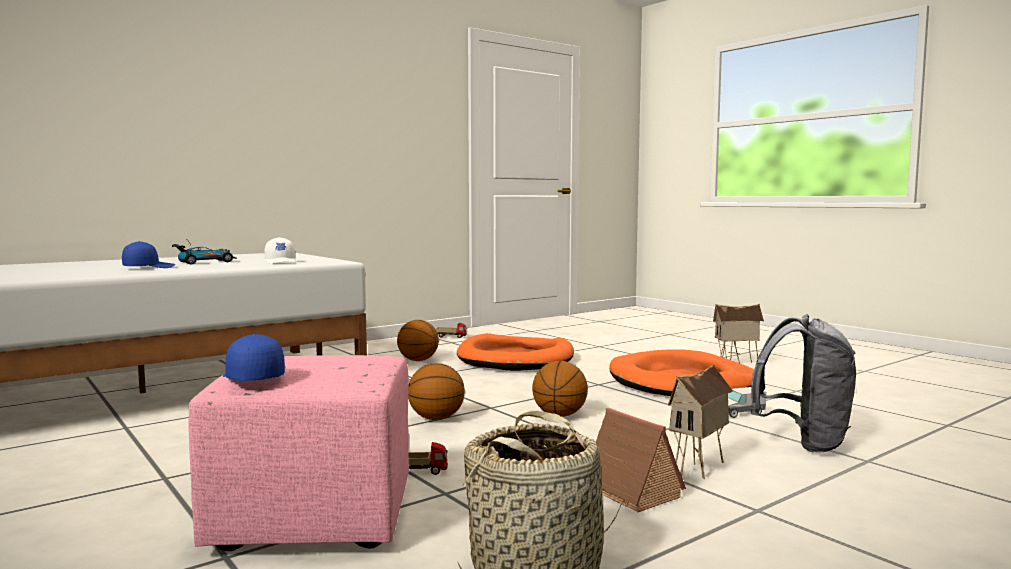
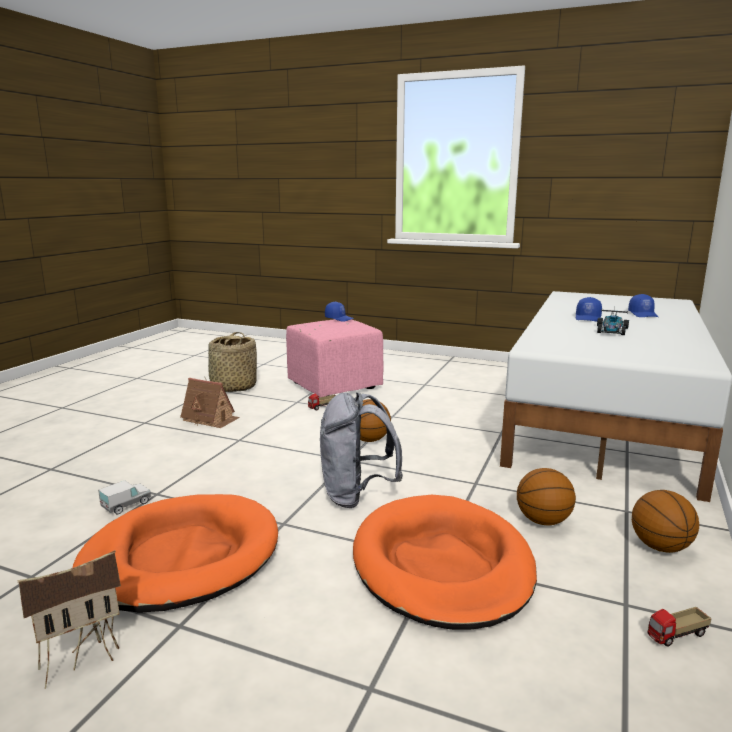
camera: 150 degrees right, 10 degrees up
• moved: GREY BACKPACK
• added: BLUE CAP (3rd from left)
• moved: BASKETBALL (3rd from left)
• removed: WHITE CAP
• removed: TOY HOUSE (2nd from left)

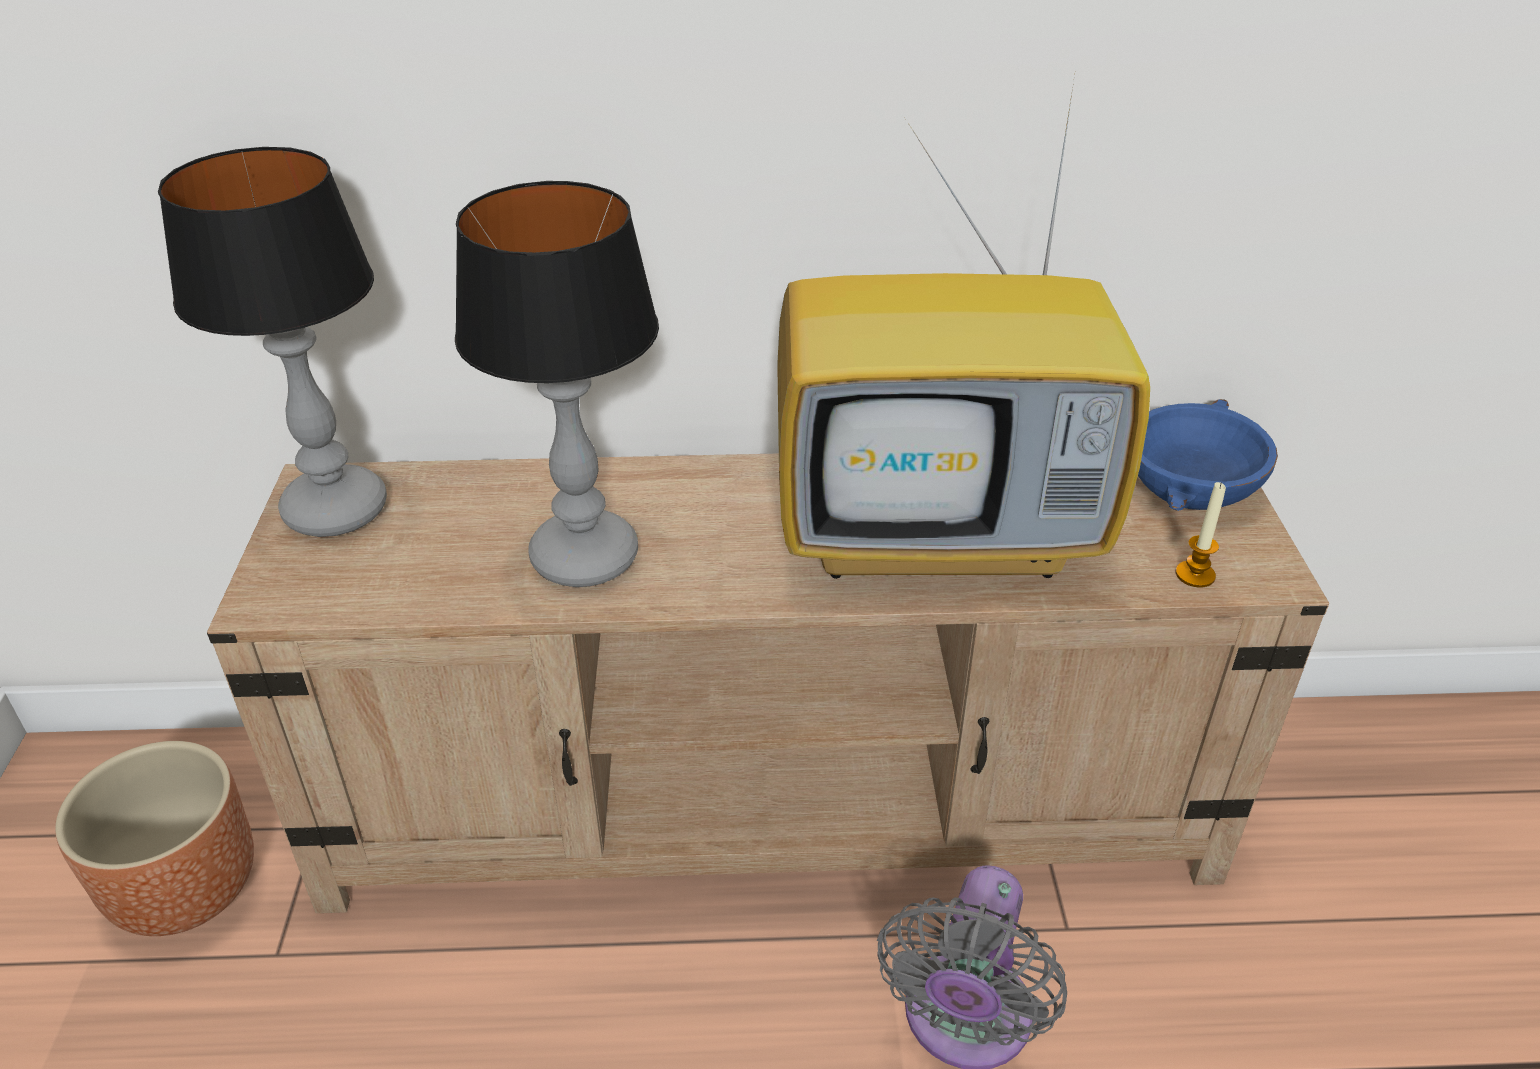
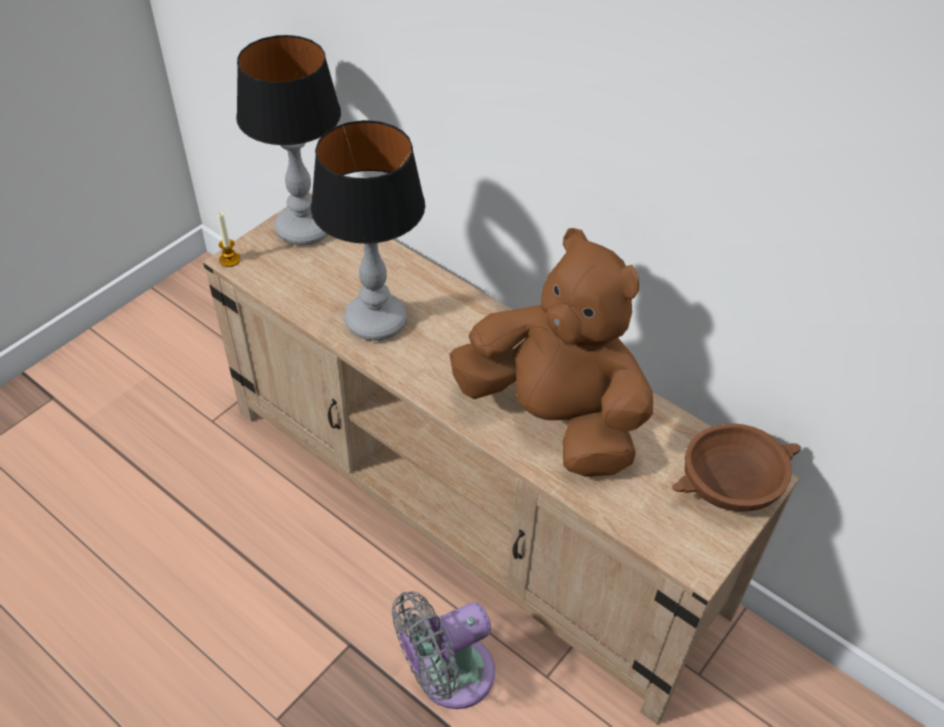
camera: 40 degrees right, 10 degrees up
• moved: CANDLE
• replaced: TELEVISION to BROWN PLUSH TOY
• recoloured: BLUE BOWL to BROWN BOWL
• removed: BROWN PLANTER

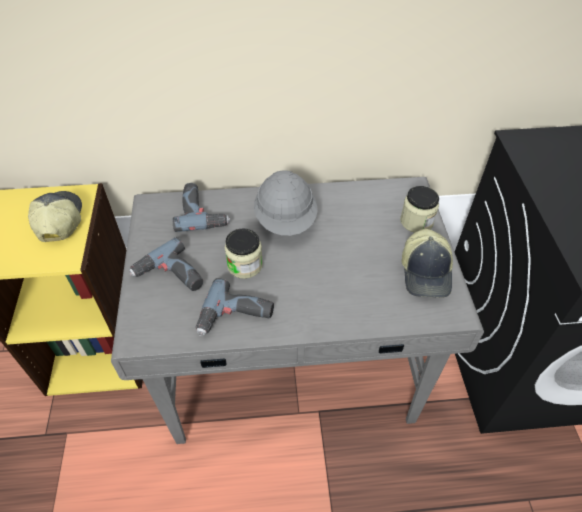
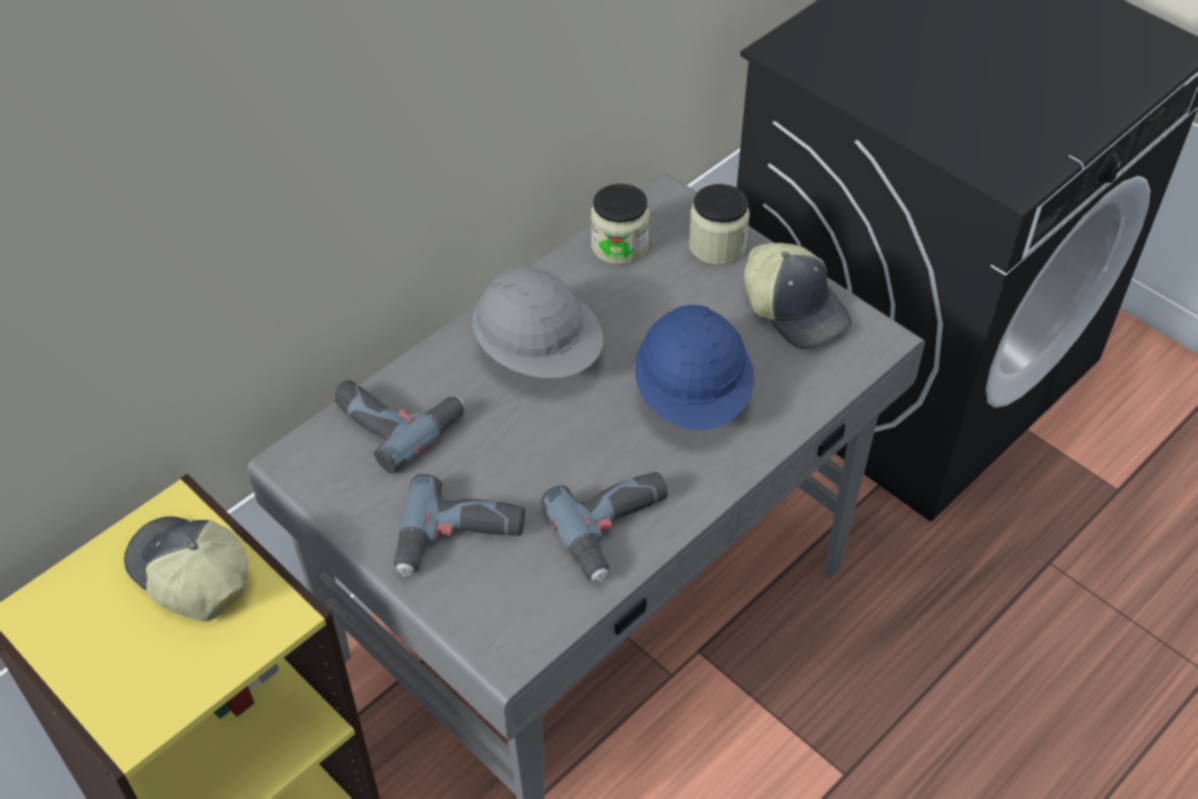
camera: 40 degrees left, 0 degrees up
• moved: JAR (1st from left)
• added: BLUE HARD HAT

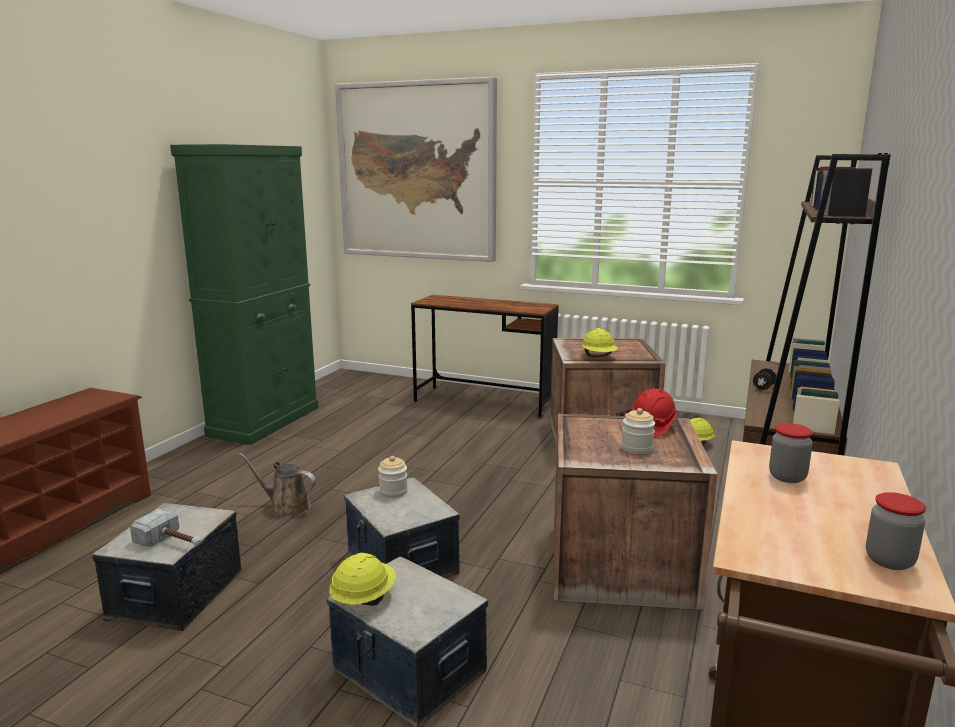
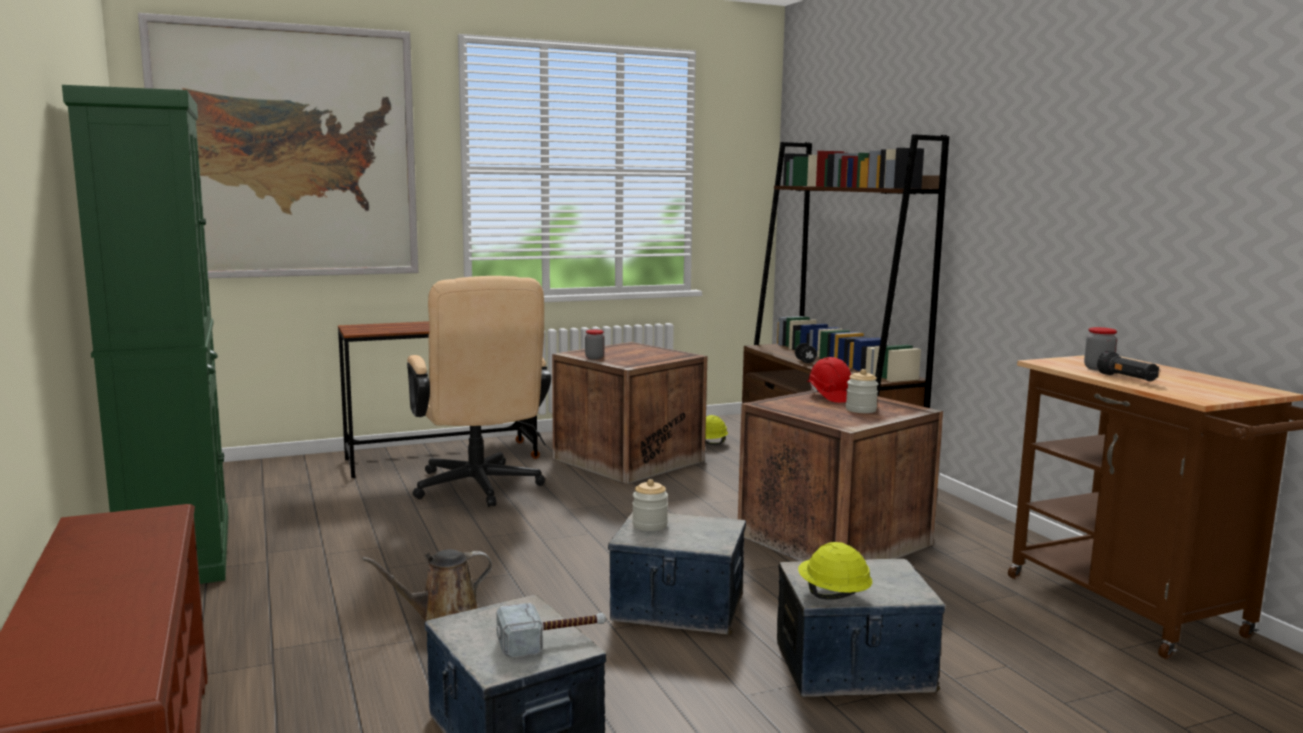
camera: 45 degrees left, 5 degrees down
• added: BEIGE OFFICE CHAIR
• moved: JAR (4th from left in the first image) to JAR (1st from left)
• added: BLACK FLASHLIGHT
• removed: YELLOW HARD HAT (2nd from left)

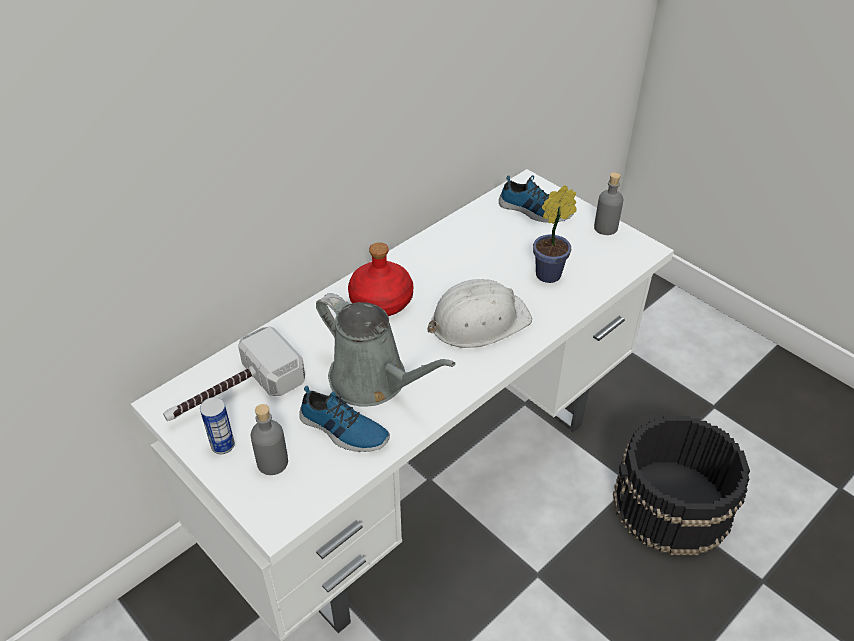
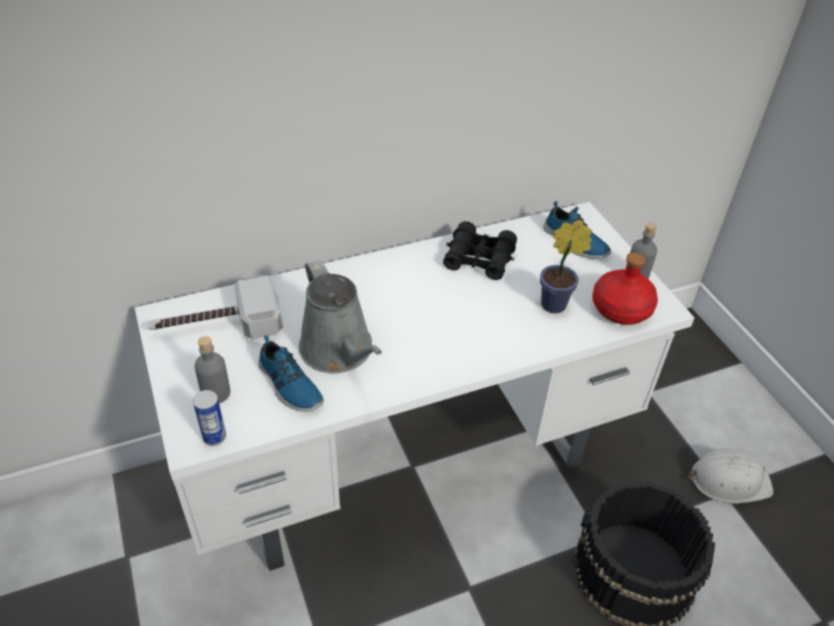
camera: 20 degrees right, 0 degrees up
• moved: CAN
• added: BLACK BINOCULARS
• moved: RED BOTTLE
• moved: WHITE HARD HAT

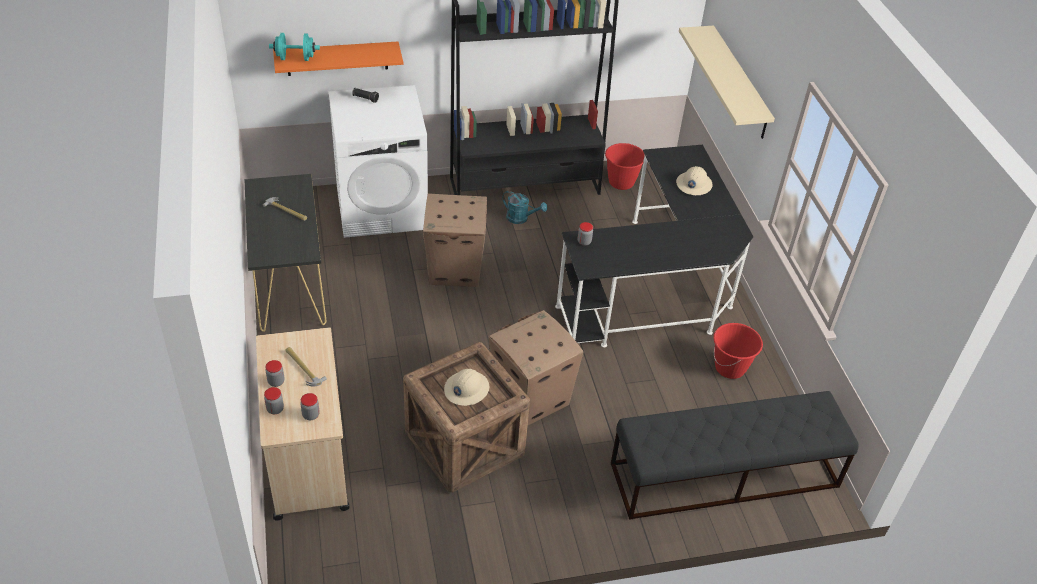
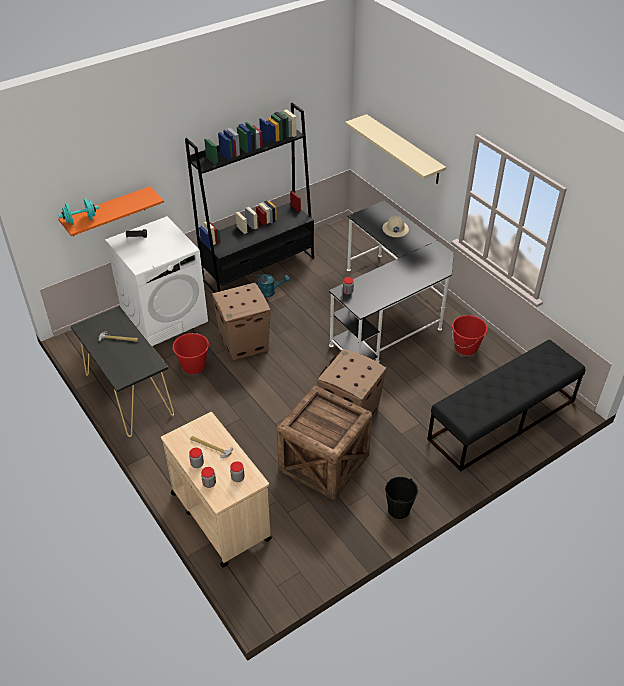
camera: 20 degrees left, 0 degrees up
• moved: RED BUCKET (1st from left)
• added: BLACK BUCKET
• removed: BEIGE HARD HAT (1st from left)

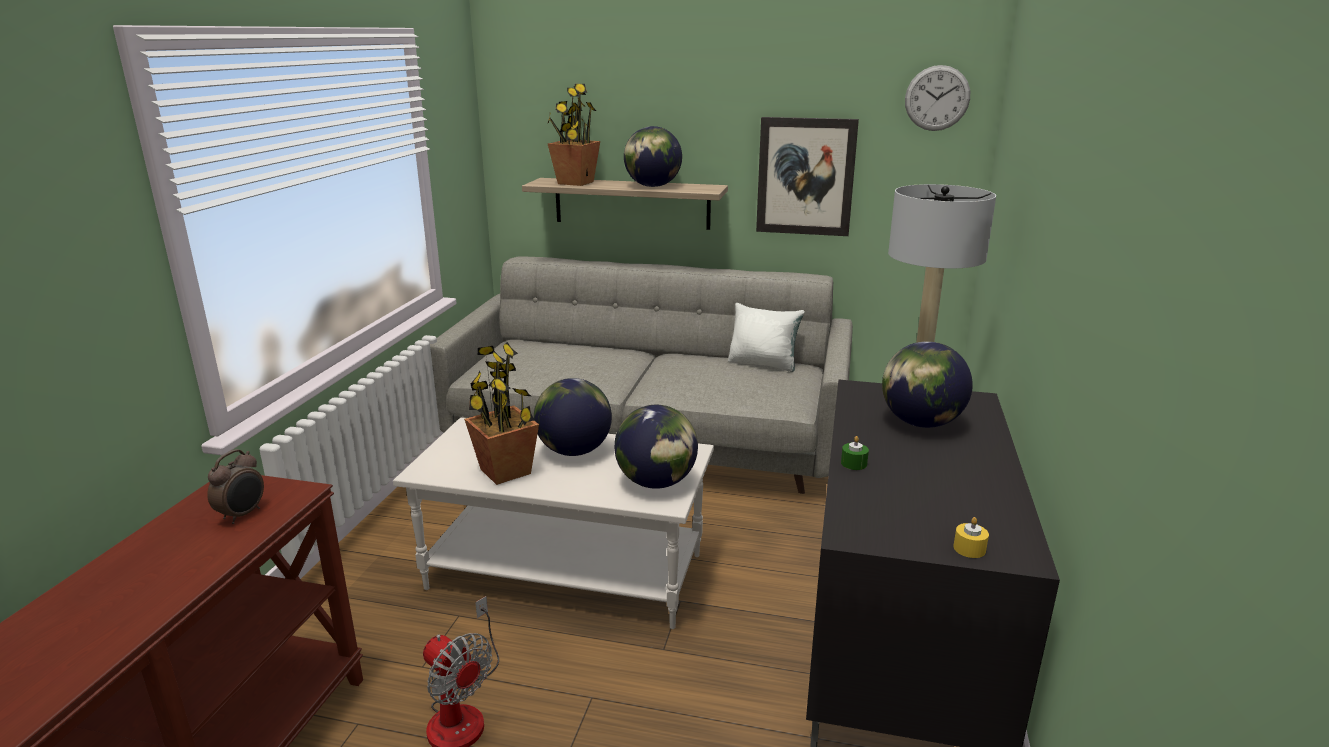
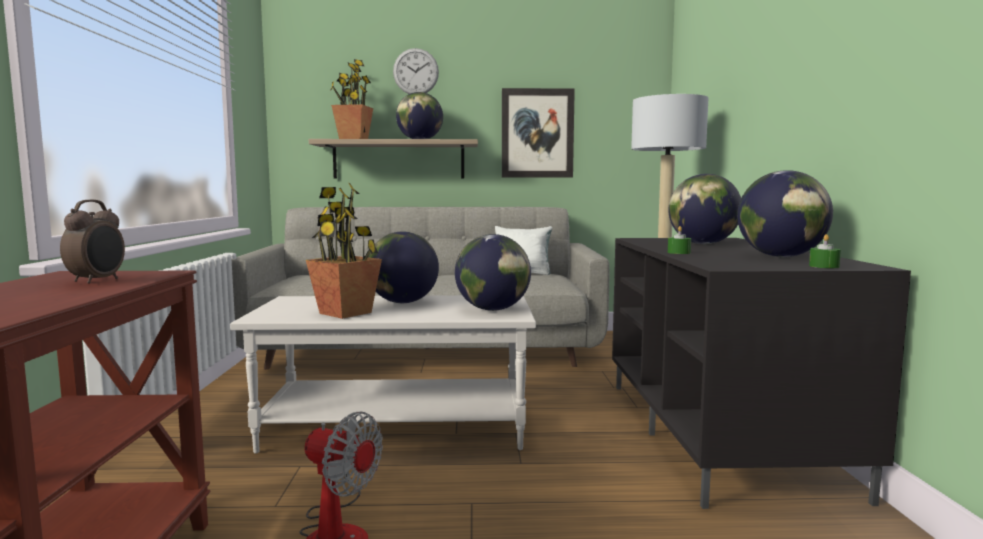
camera: 15 degrees left, 15 degrees down
• moved: WALL CLOCK
• added: GLOBE (5th from left)
• recoloured: YELLOW CANDLE to GREEN CANDLE (2nd from left)

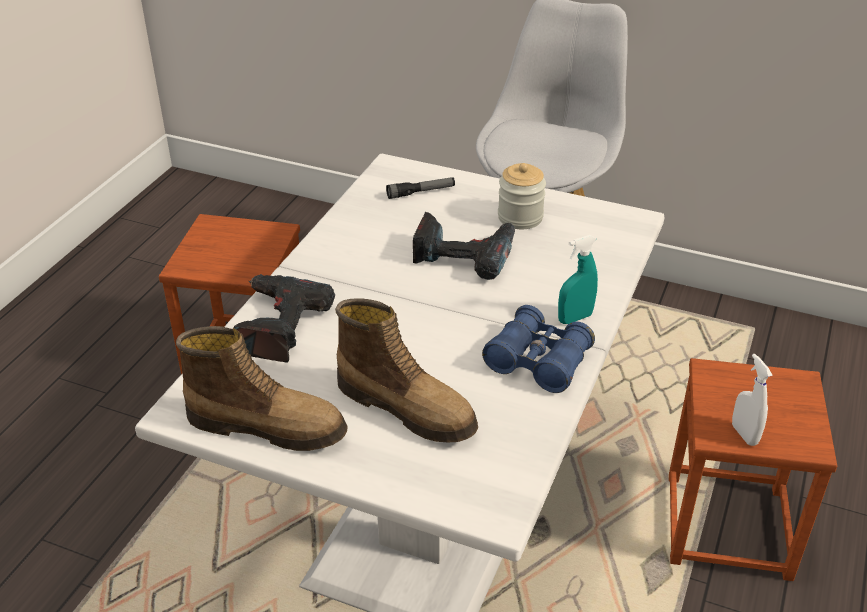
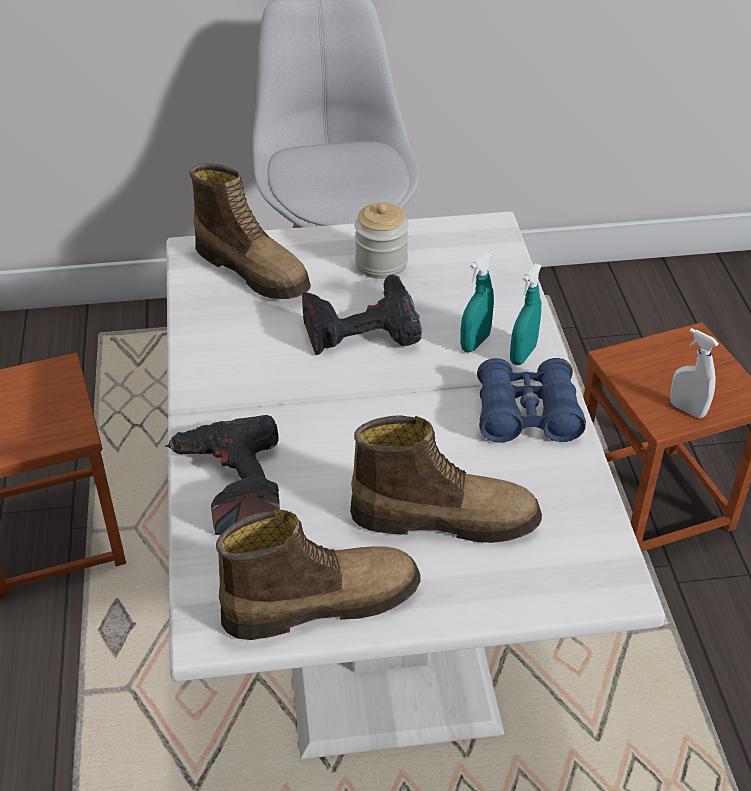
camera: 30 degrees left, 5 degrees up
• replaced: FLASHLIGHT to BOOT (1st from left)
• added: TURQUOISE SPRAY BOTTLE (1st from left)

